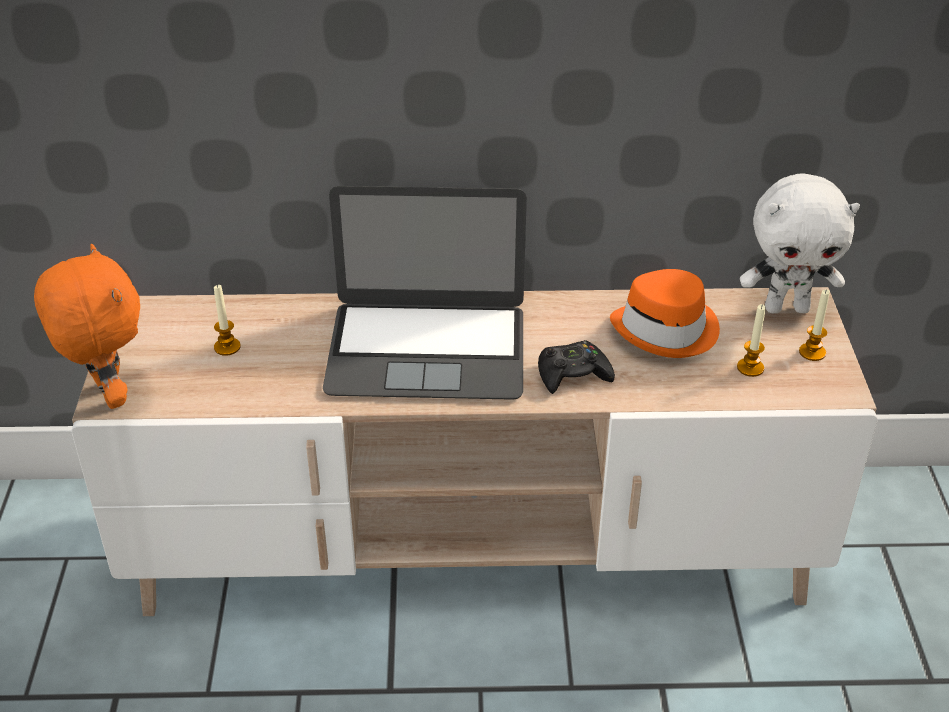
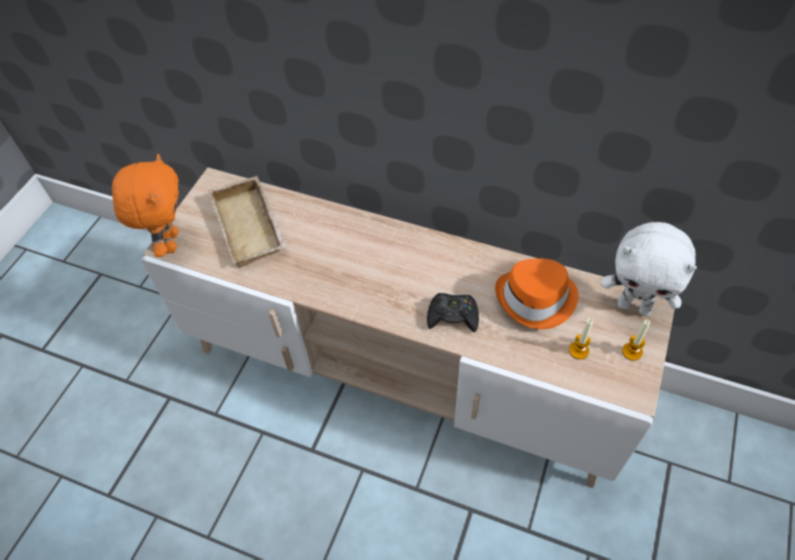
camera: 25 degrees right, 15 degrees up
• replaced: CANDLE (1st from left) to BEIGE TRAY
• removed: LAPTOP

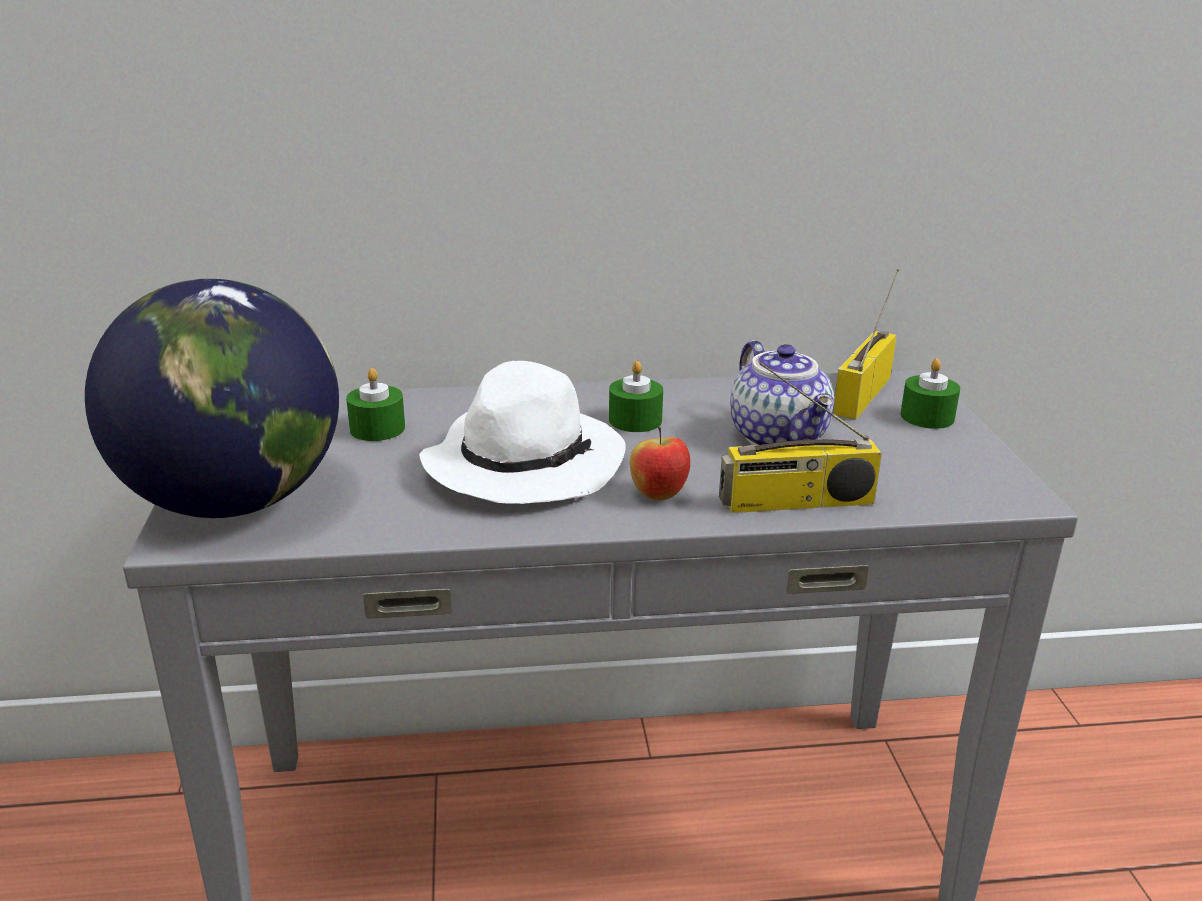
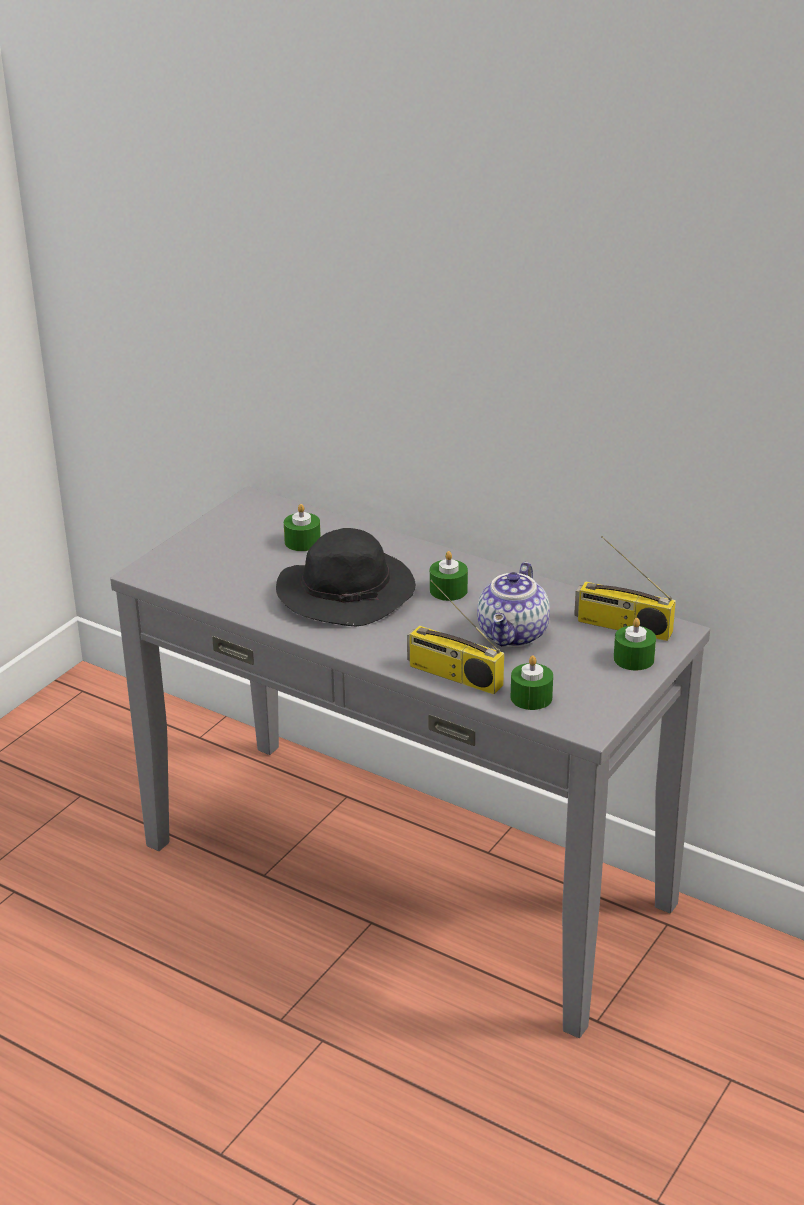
camera: 40 degrees right, 5 degrees up
• recoloured: WHITE HAT to BLACK HAT
• added: GREEN CANDLE (3rd from left)
• turned: RADIO (2nd from left) 135 degrees counterclockwise
• removed: GLOBE
• removed: APPLE

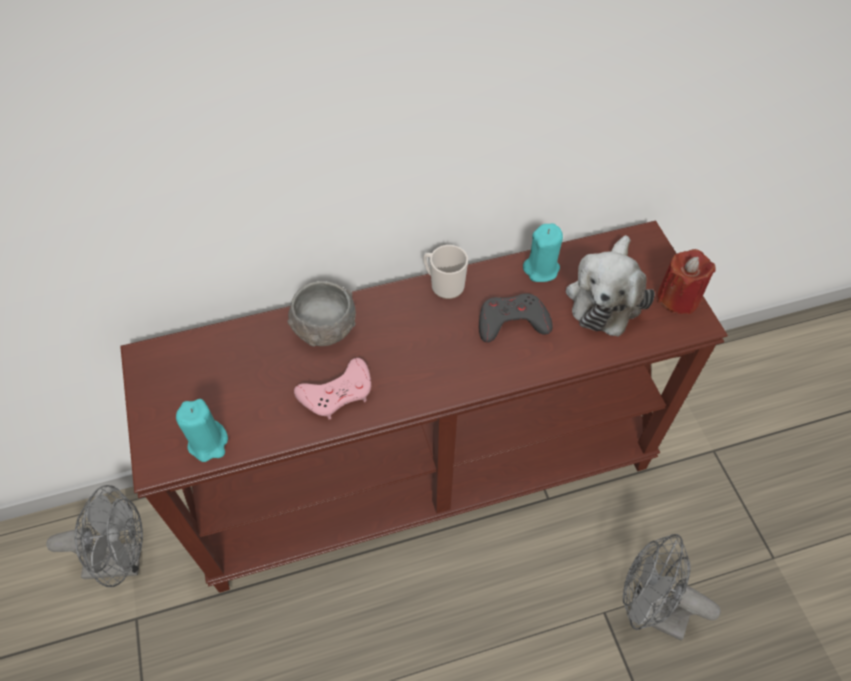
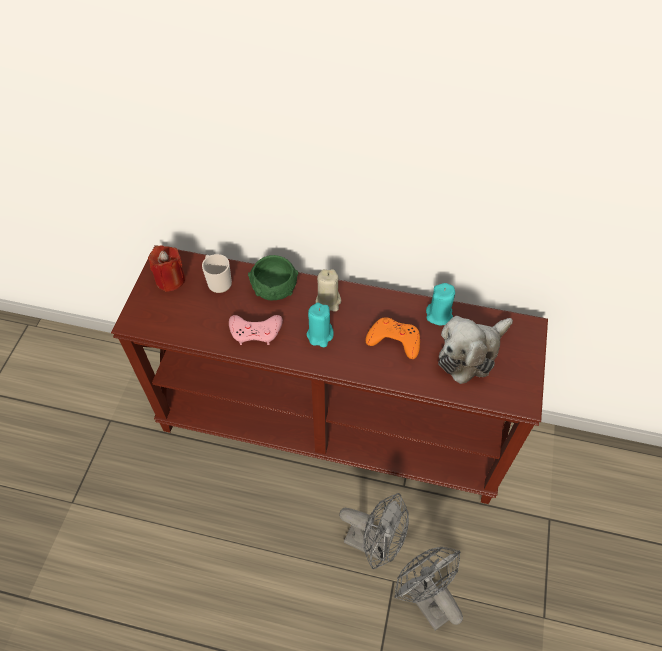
camera: 30 degrees right, 0 degrees up
• moved: RED CANDLE
• moved: MUG
• recoloured: GREY BOWL to GREEN BOWL
• moved: TURQUOISE CANDLE (1st from left)
• added: BEIGE CANDLE
• moved: GREY FAN (1st from left)
• recoloured: GREY GAME CONTROLLER to ORANGE GAME CONTROLLER

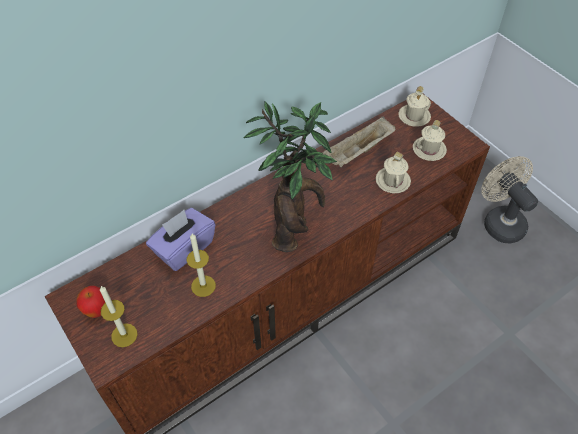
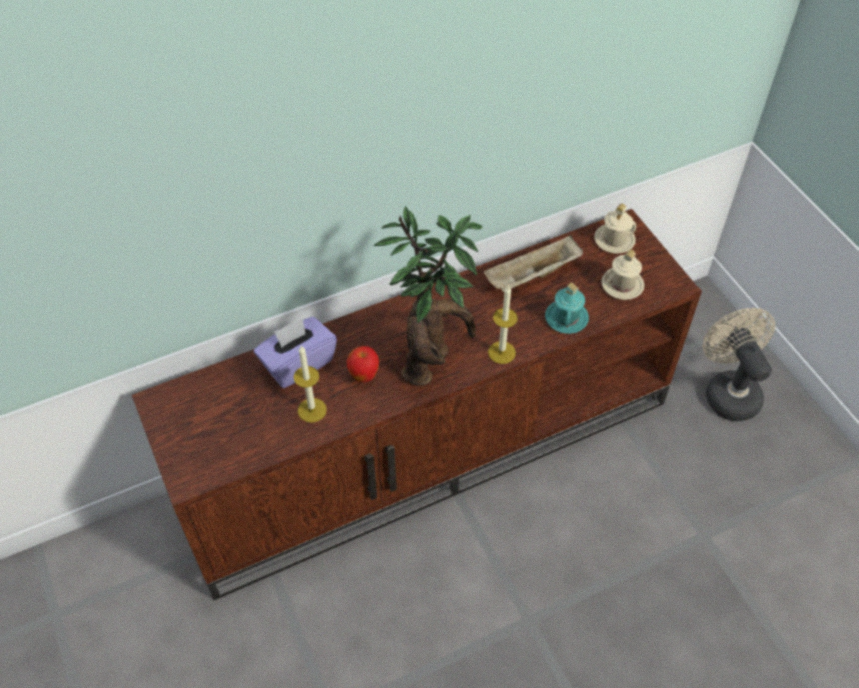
camera: 10 degrees right, 0 degrees up
• moved: APPLE
• moved: CANDLE (1st from left in the first image) to CANDLE (2nd from left)
• recoloured: BEIGE MUG (1st from left) to TURQUOISE MUG

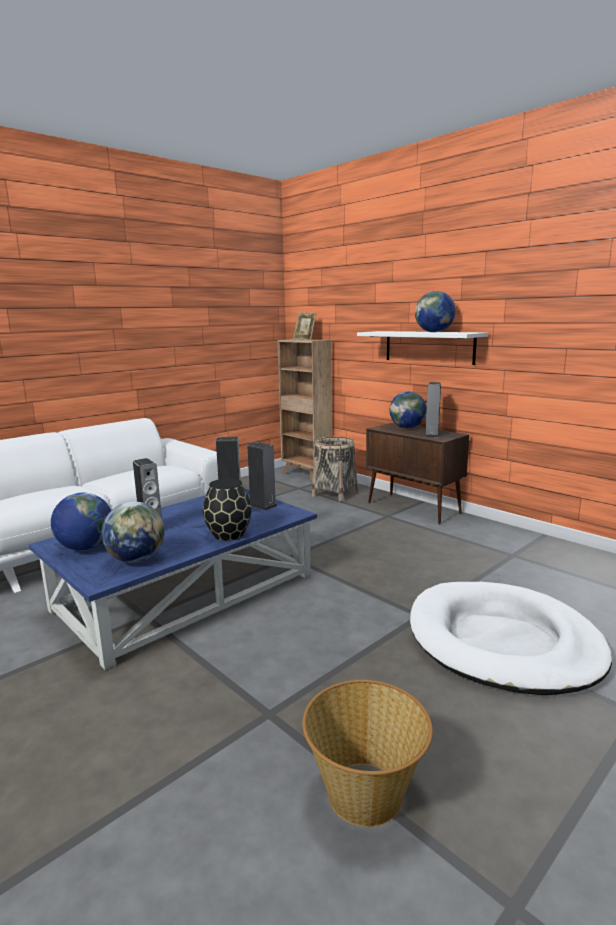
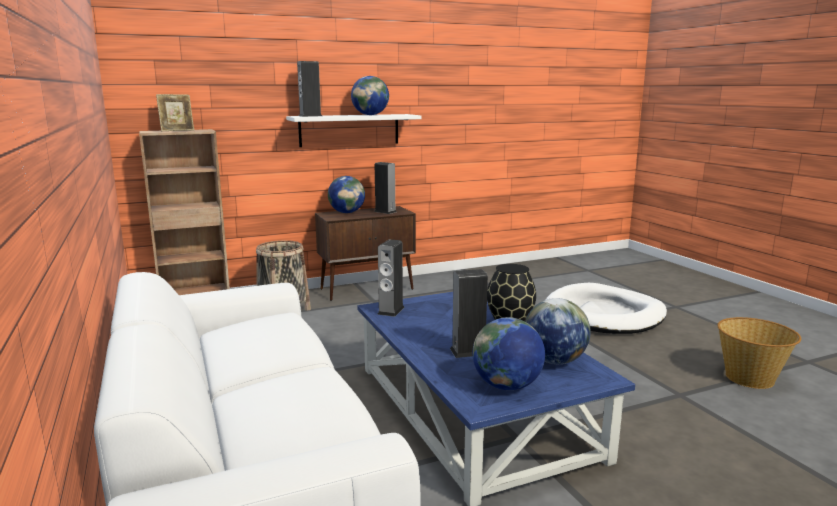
camera: 70 degrees left, 0 degrees up
• moved: SPEAKER (3rd from left in the first image) to SPEAKER (1st from left)

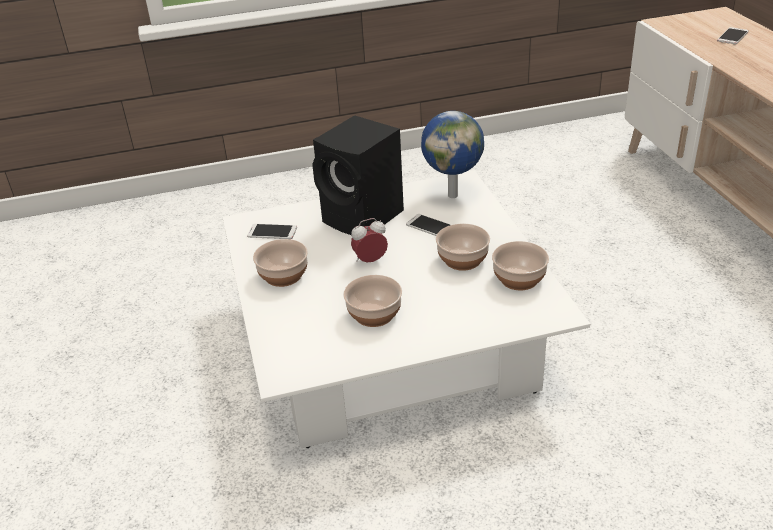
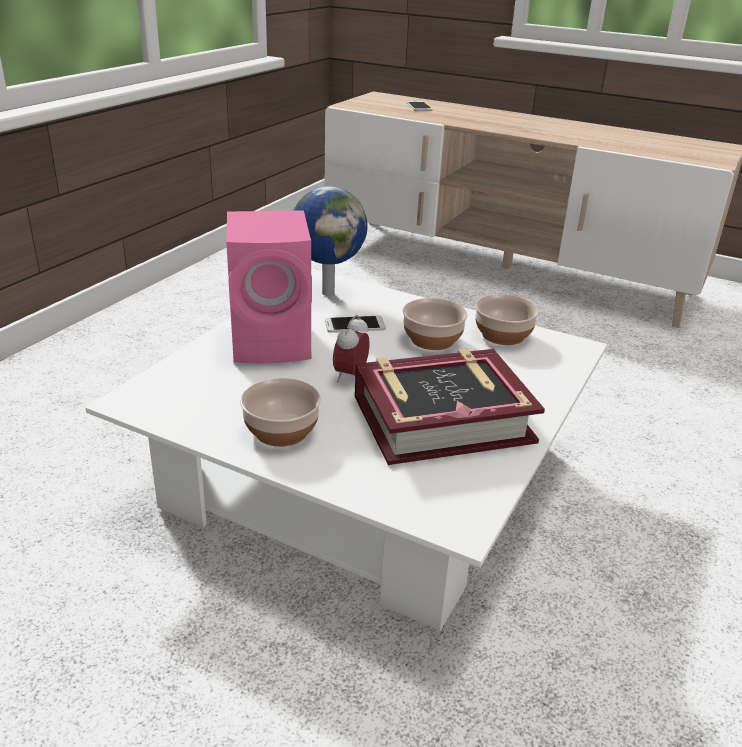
camera: 50 degrees left, 5 degrees down
• recoloured: BLACK SPEAKER to PINK SPEAKER
• replaced: BOWL (2nd from left) to BOOK
• removed: PHONE (1st from left)

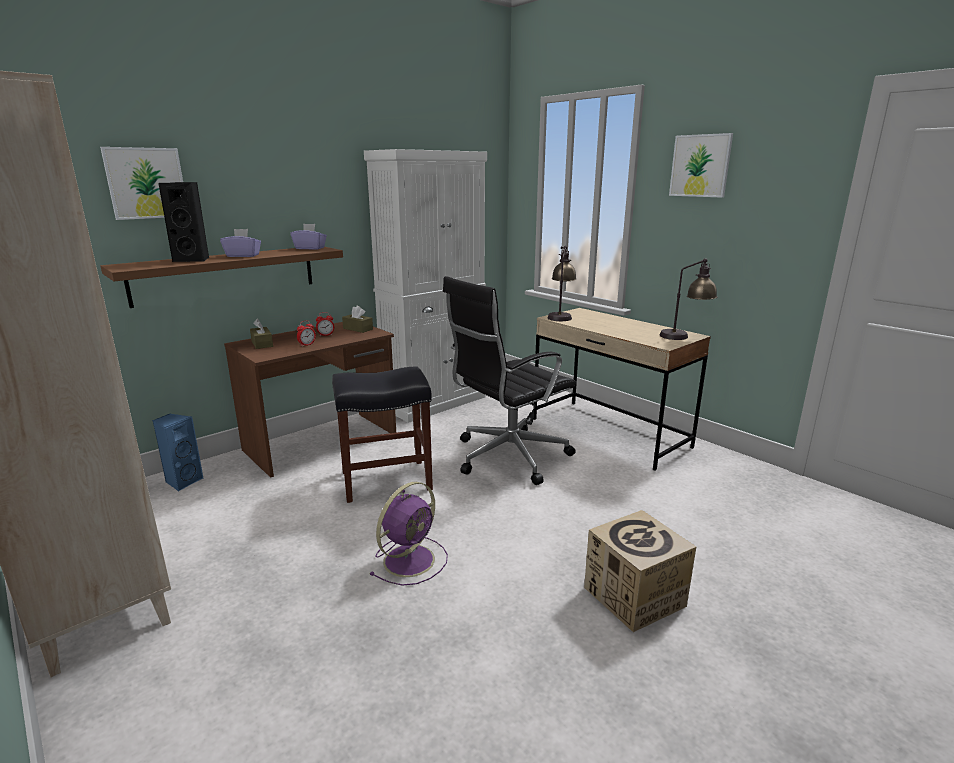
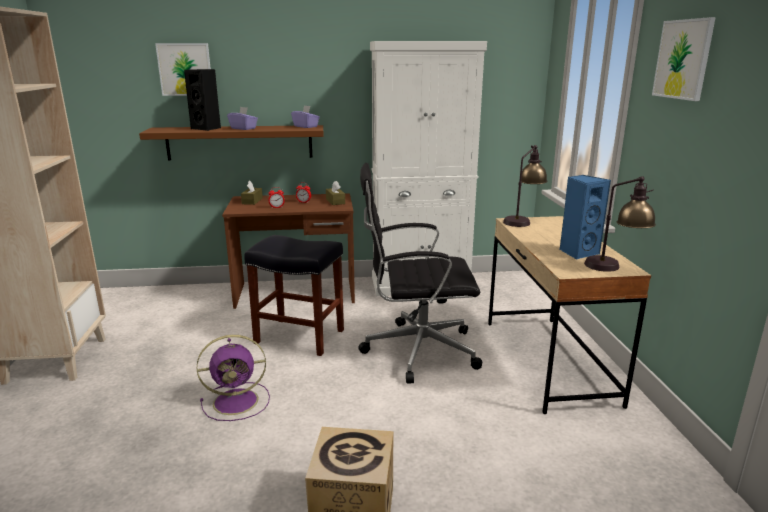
camera: 35 degrees right, 0 degrees up
• moved: BLUE SPEAKER

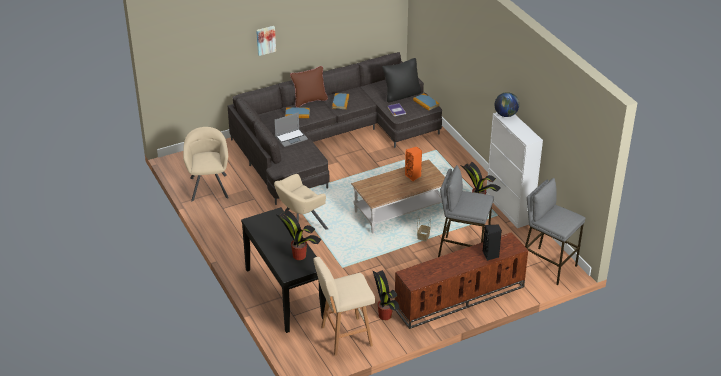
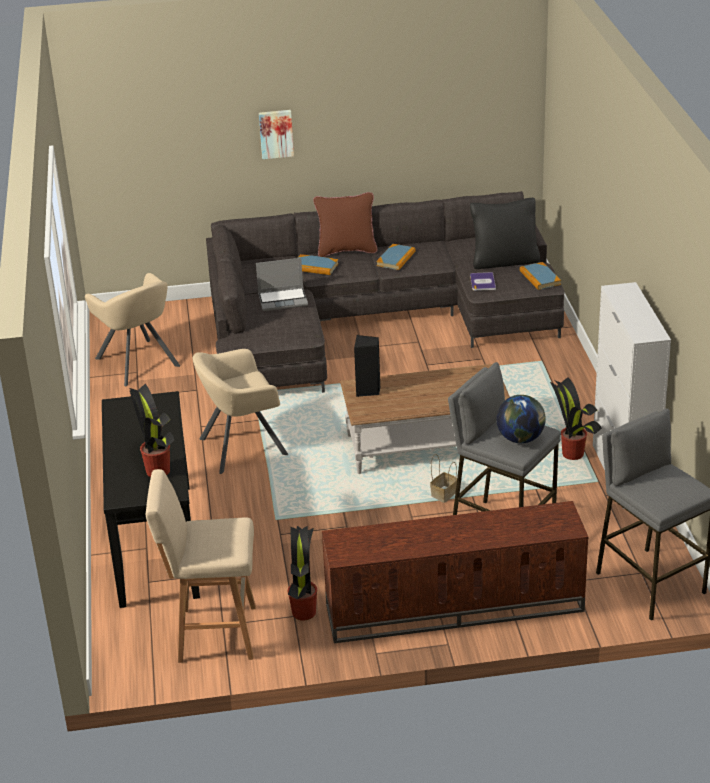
camera: 20 degrees right, 5 degrees down
• turned: BEIGE ARMCHAIR (1st from left) 135 degrees clockwise
• moved: BLACK SPEAKER
• moved: GLOBE
• removed: ORANGE SPEAKER

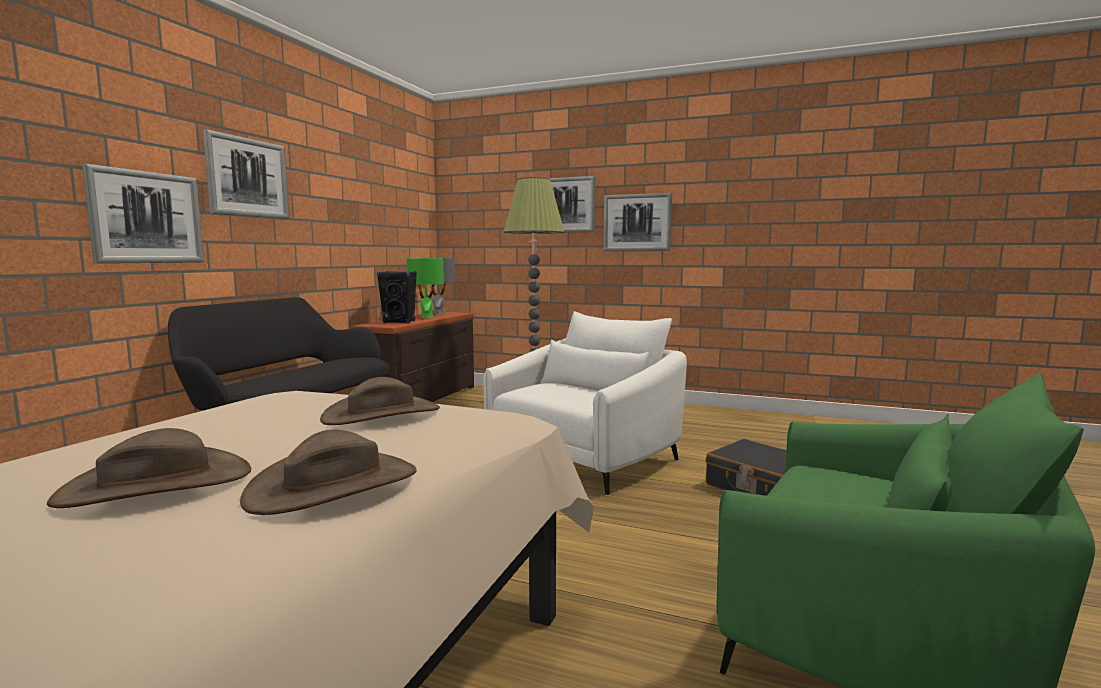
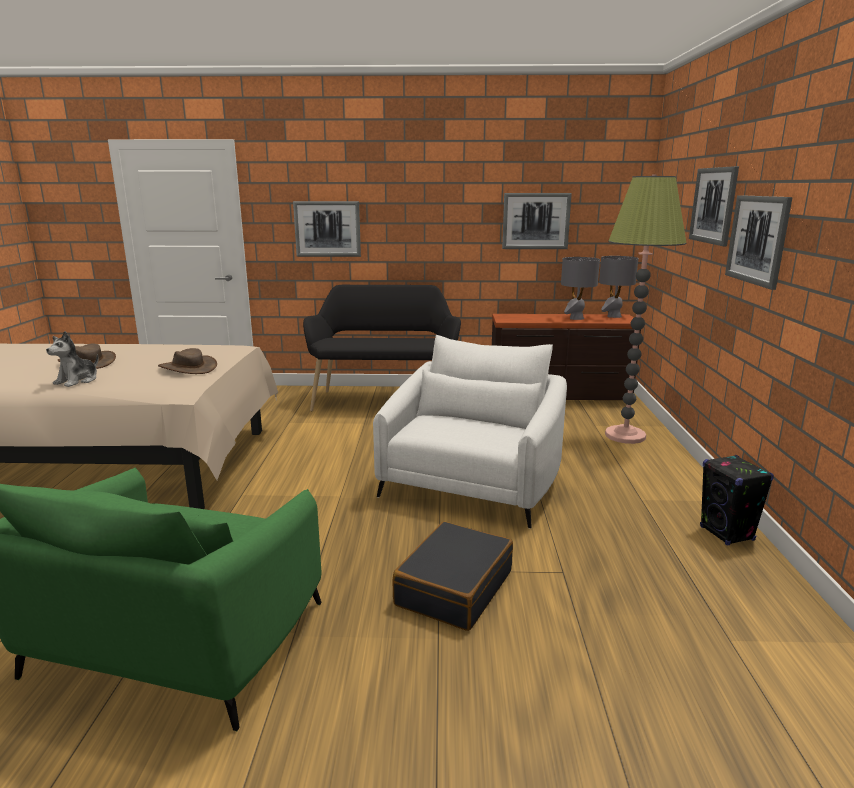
camera: 70 degrees right, 10 degrees up
• replaced: BROWN HAT (2nd from left) to PLUSH TOY
• turned: WHITE ARMCHAIR 90 degrees counterclockwise
• moved: PICTURE (2nd from left)
• recoloured: GREEN TABLE LAMP to GREY TABLE LAMP (1st from left)
• moved: BLACK SPEAKER

